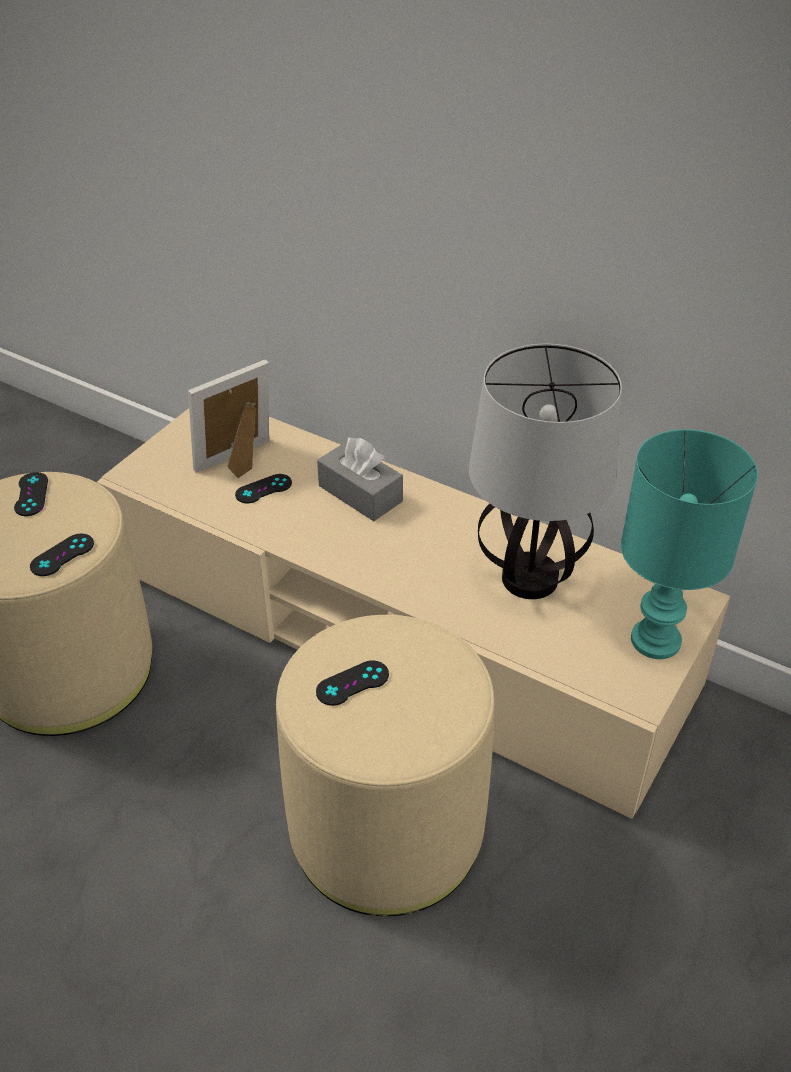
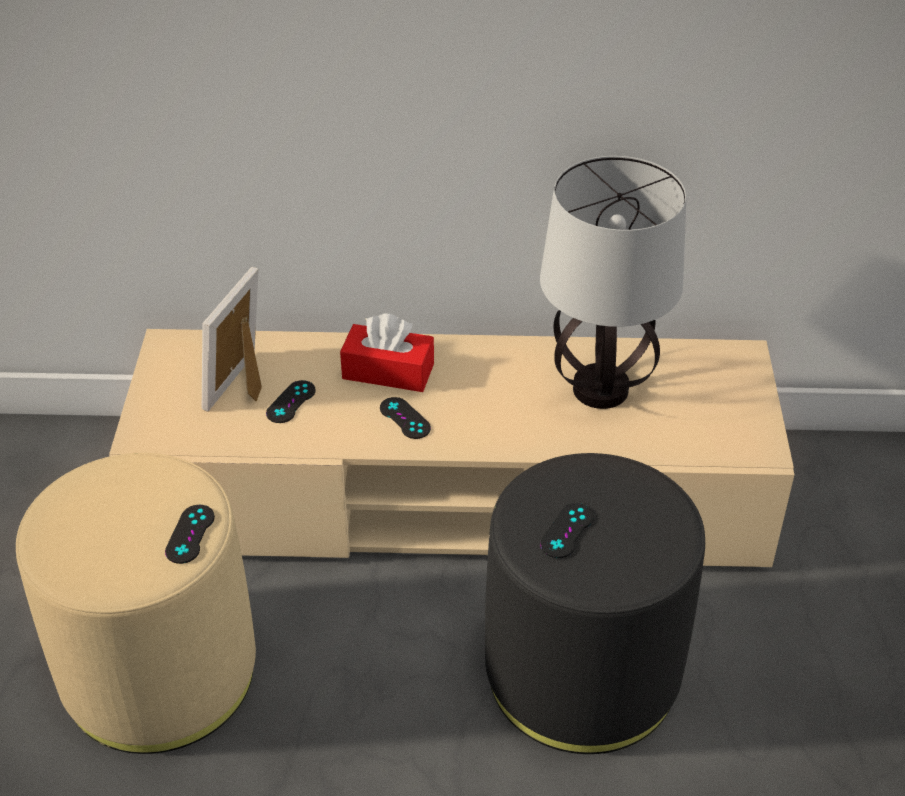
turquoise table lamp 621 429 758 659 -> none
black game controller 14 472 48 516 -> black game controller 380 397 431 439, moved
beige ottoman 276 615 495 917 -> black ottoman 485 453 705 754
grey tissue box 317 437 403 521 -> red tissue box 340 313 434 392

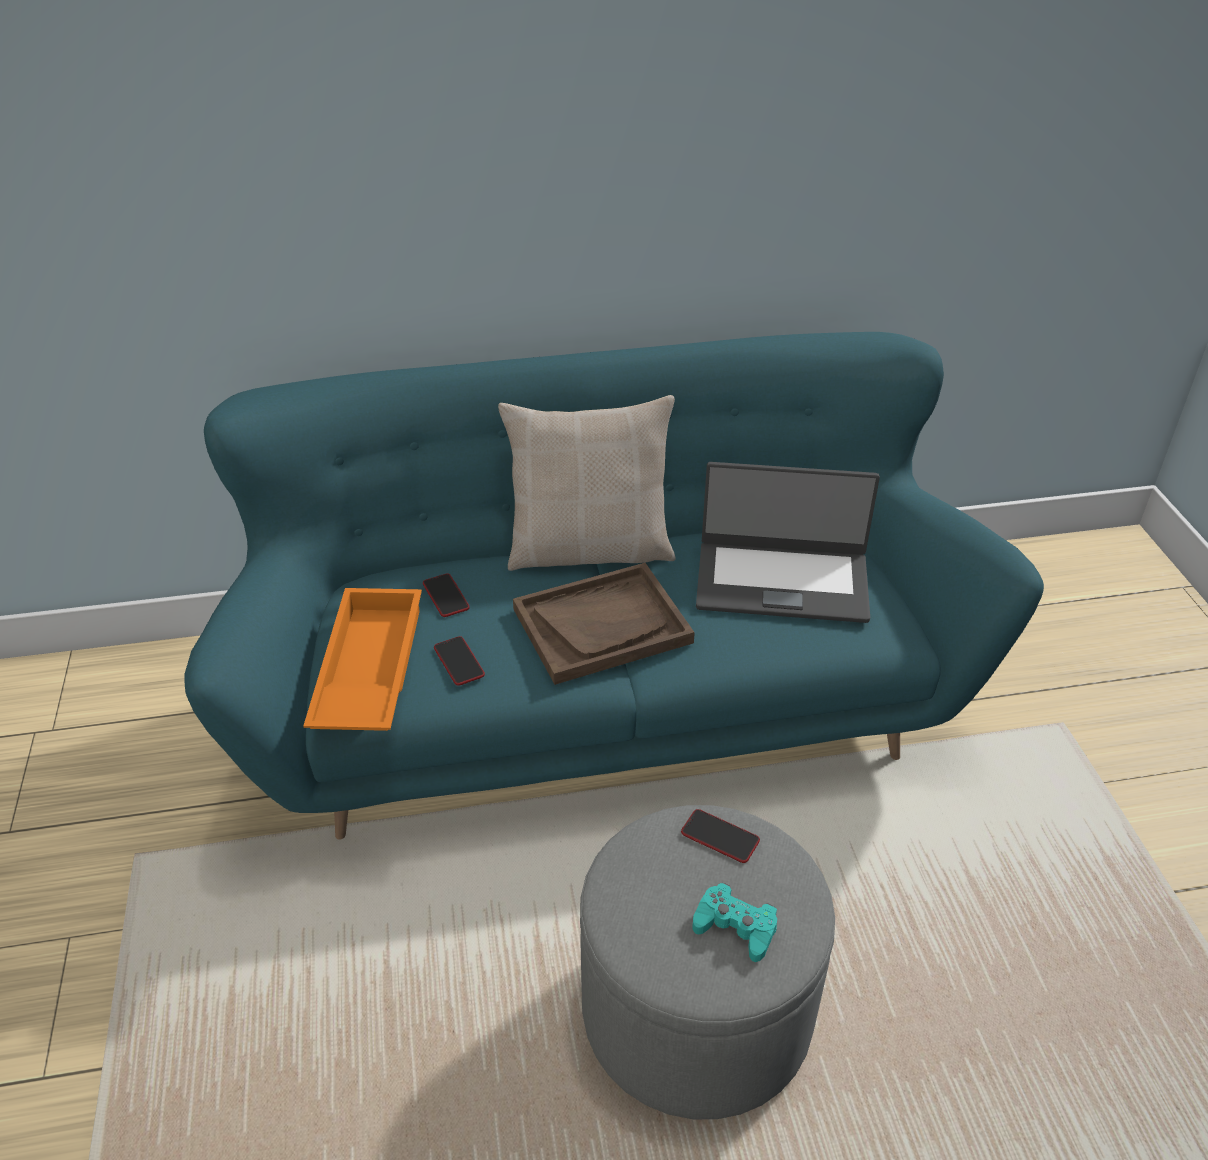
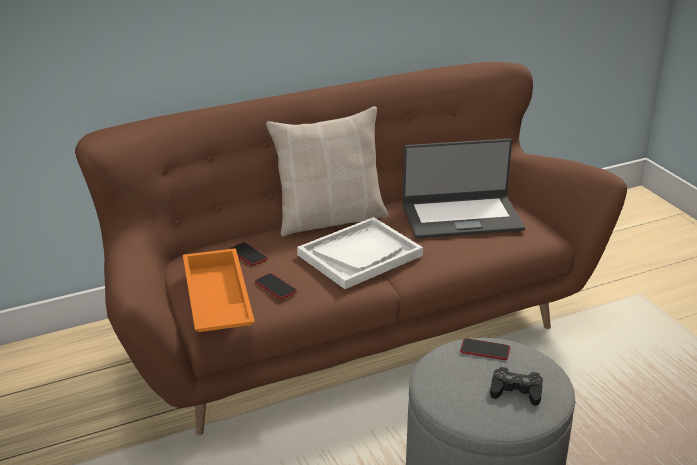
turquoise sofa 184 332 1044 840 -> brown sofa 75 62 627 435
brown tray 513 563 695 685 -> white tray 297 217 423 289
turquoise game controller 692 883 777 962 -> black game controller 490 367 543 406

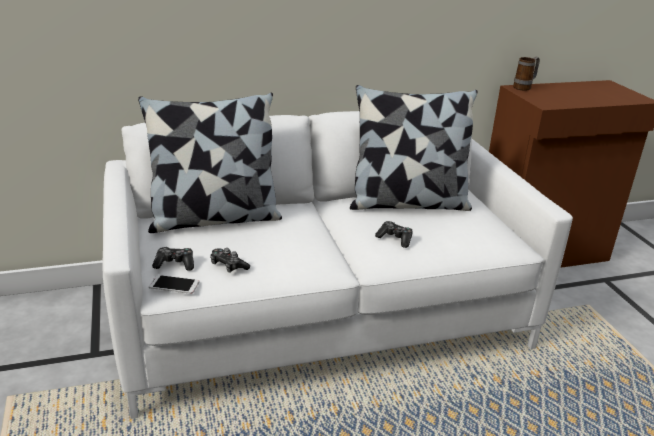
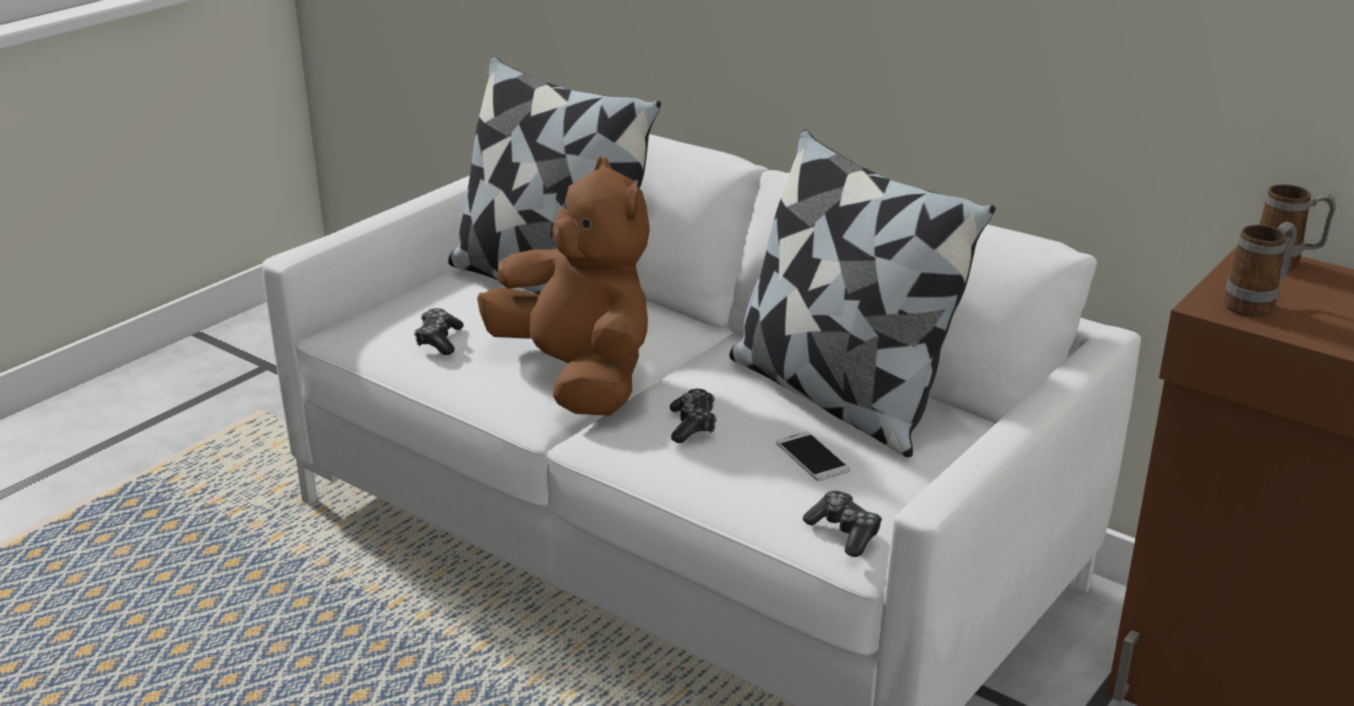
none -> brown plush toy 477 157 650 416
none -> mug 1224 222 1297 317
phone 149 275 199 294 -> phone 776 431 850 481, moved
game controller 152 247 194 271 -> game controller 803 491 882 557, moved

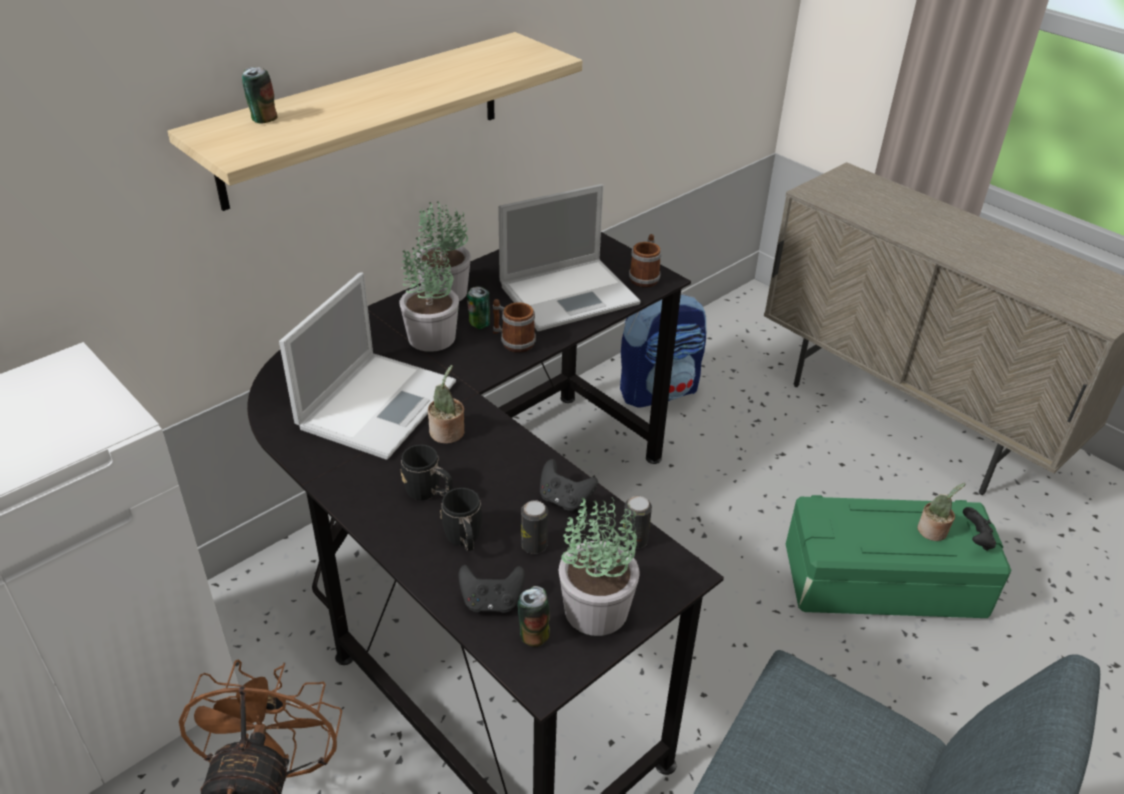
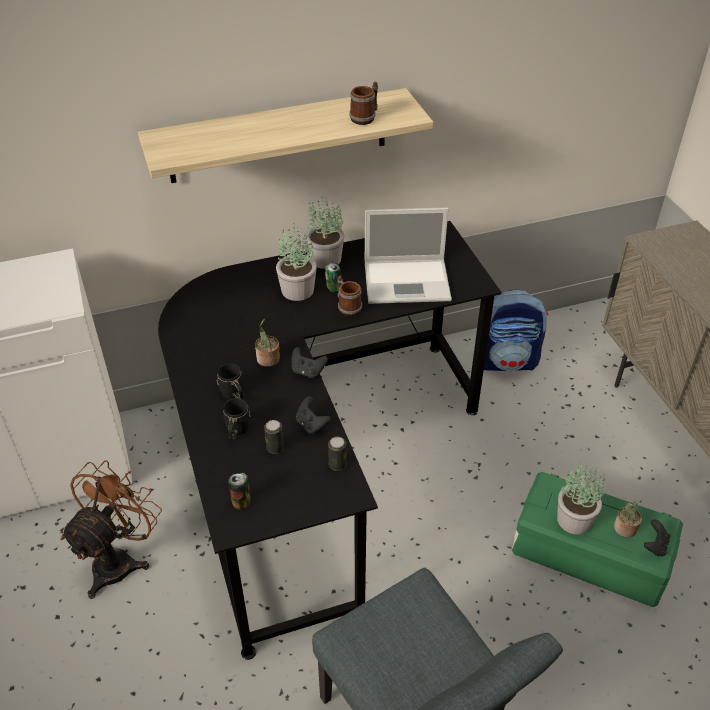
can 242 67 277 124 -> none
laptop 279 272 456 460 -> none
black game controller 458 565 525 613 -> black game controller 291 347 328 378, moved
potted plant 558 497 640 636 -> potted plant 557 462 605 534, moved
mug 629 234 661 288 -> mug 349 82 378 125, moved

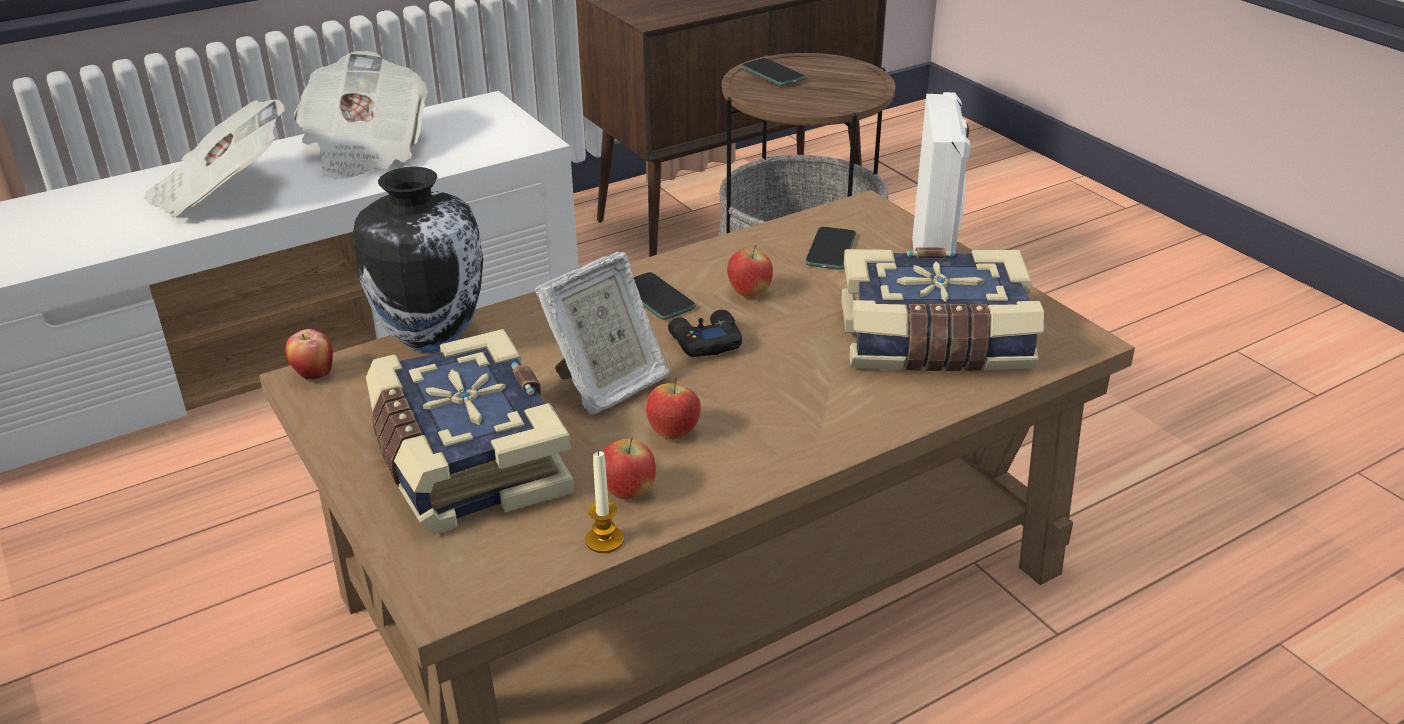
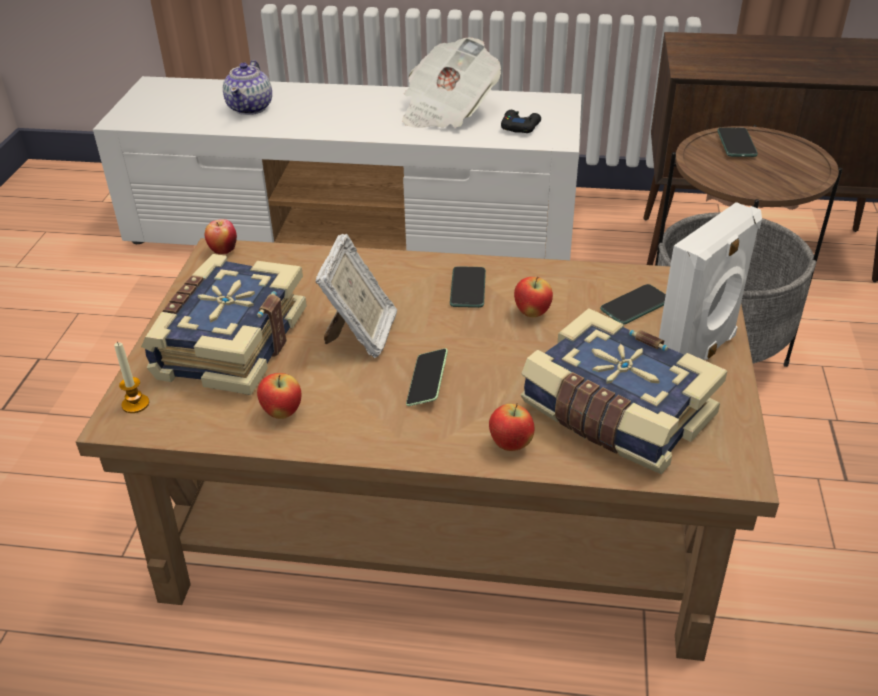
newspaper 144 99 285 217 -> none
vase 353 167 483 353 -> none
none -> teapot 223 60 272 115
none -> phone 406 348 448 406
candle 585 450 624 553 -> candle 114 342 149 413, moved
apple 646 377 701 440 -> apple 489 403 534 451, moved
black game controller 668 310 742 357 -> black game controller 501 110 541 133, moved
picture frame 535 251 670 415 -> picture frame 315 234 397 358, 75 degrees counterclockwise

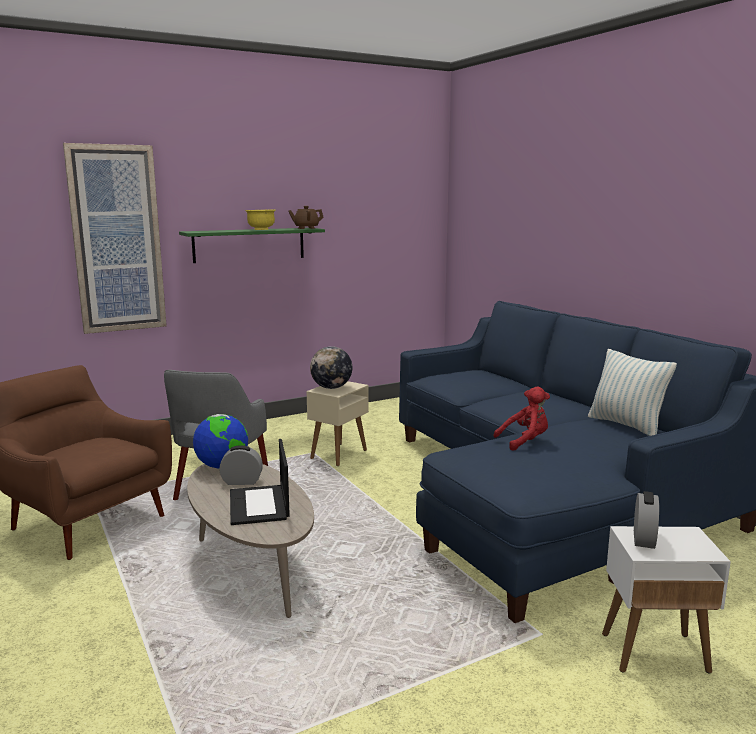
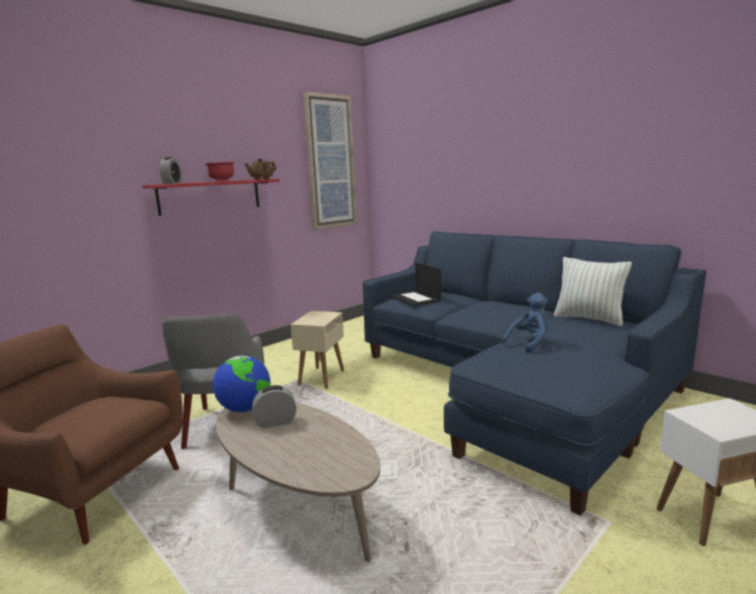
globe 310 346 352 389 -> none
picture 63 143 167 334 -> picture 302 91 357 230, moved
laptop 230 439 290 525 -> laptop 390 262 441 306, moved
alarm clock 634 491 659 549 -> alarm clock 159 157 182 184, moved
green shelf 179 228 325 263 -> red shelf 142 179 280 216
yellow bowl 245 210 275 230 -> red bowl 205 162 235 182
red plush toy 493 386 550 450 -> blue plush toy 502 293 549 353

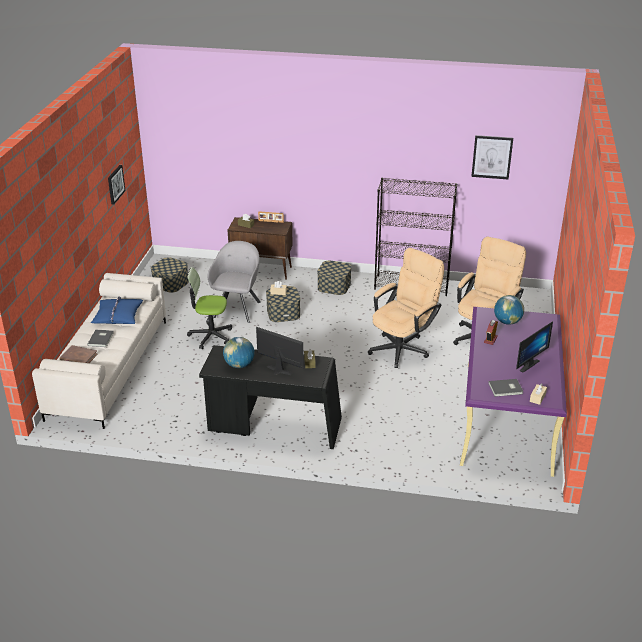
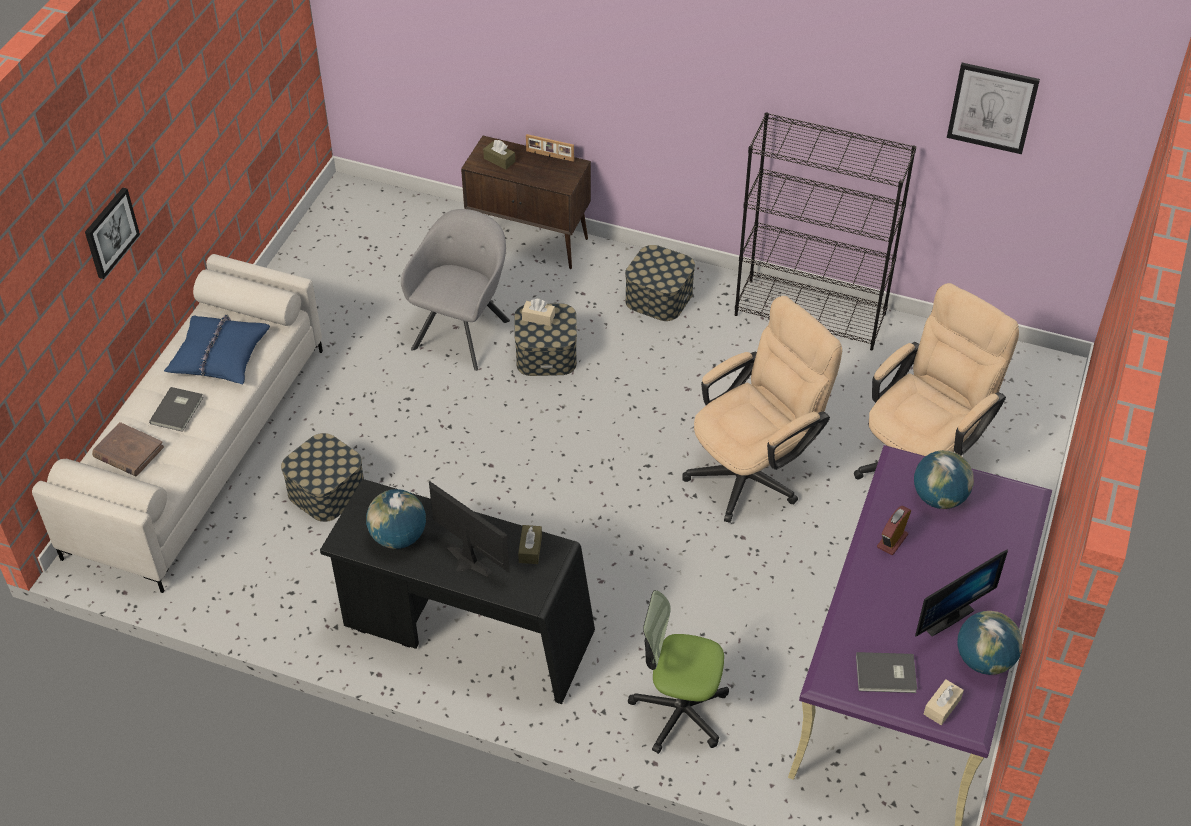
none -> globe 957 611 1023 675
picture 108 165 126 205 -> picture 85 187 140 279, moved
storage box 151 257 189 293 -> storage box 281 433 364 522, moved
office chair 187 267 232 349 -> office chair 628 590 729 754, moved

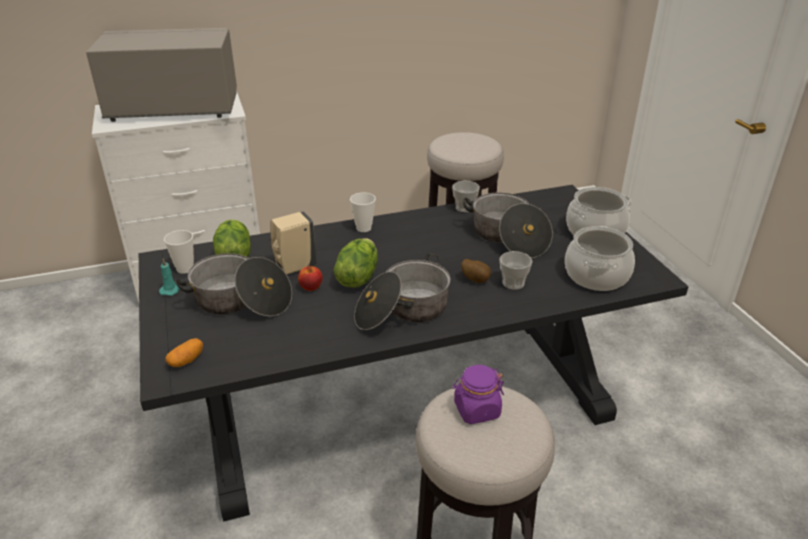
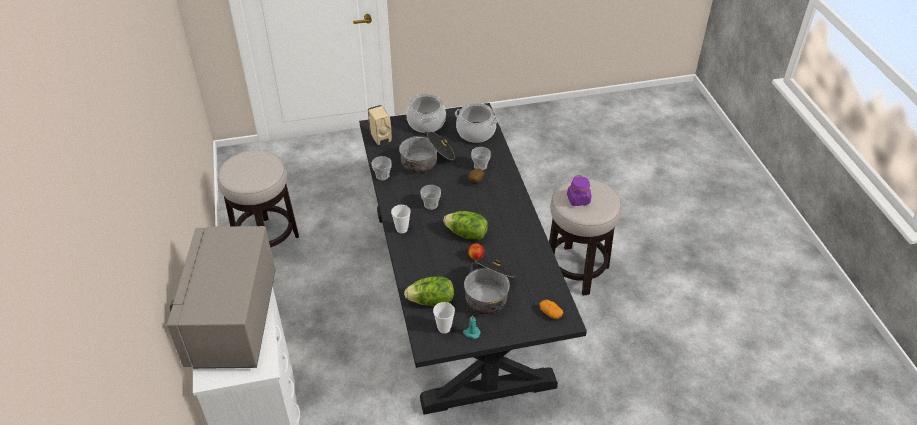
cooking pot 354 253 451 330 -> none
none -> cup 420 185 441 210
beige soap dispenser 270 211 317 275 -> beige soap dispenser 368 105 392 146, moved

